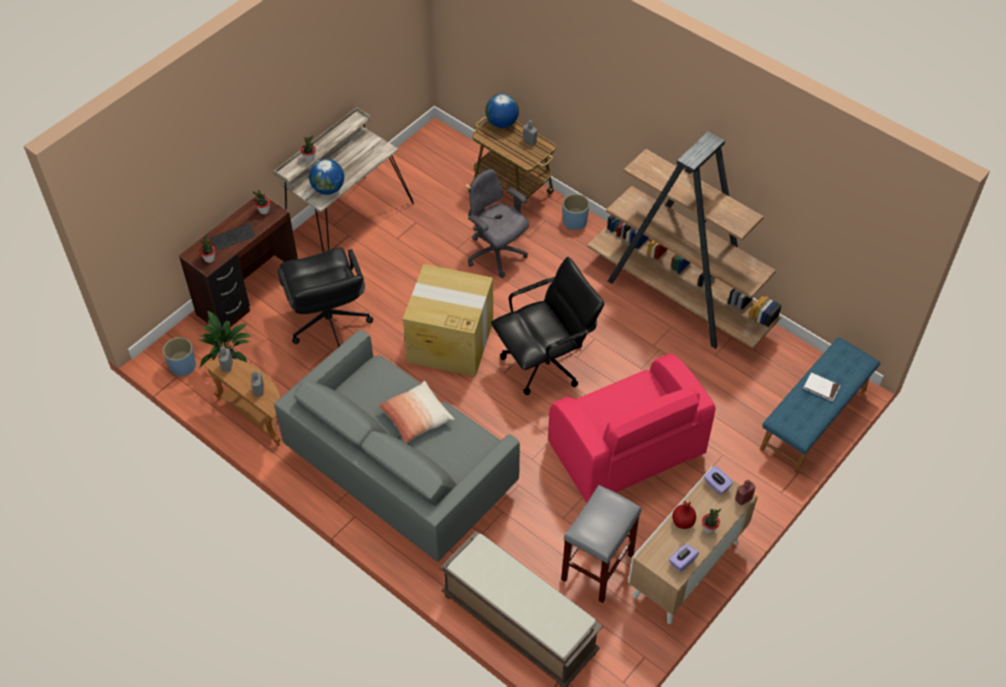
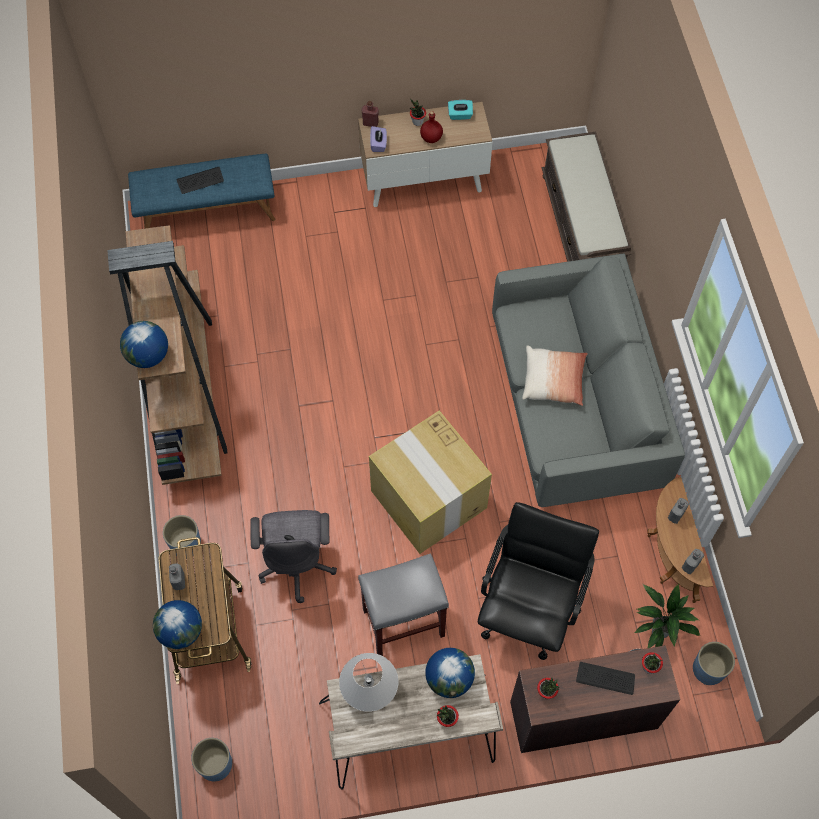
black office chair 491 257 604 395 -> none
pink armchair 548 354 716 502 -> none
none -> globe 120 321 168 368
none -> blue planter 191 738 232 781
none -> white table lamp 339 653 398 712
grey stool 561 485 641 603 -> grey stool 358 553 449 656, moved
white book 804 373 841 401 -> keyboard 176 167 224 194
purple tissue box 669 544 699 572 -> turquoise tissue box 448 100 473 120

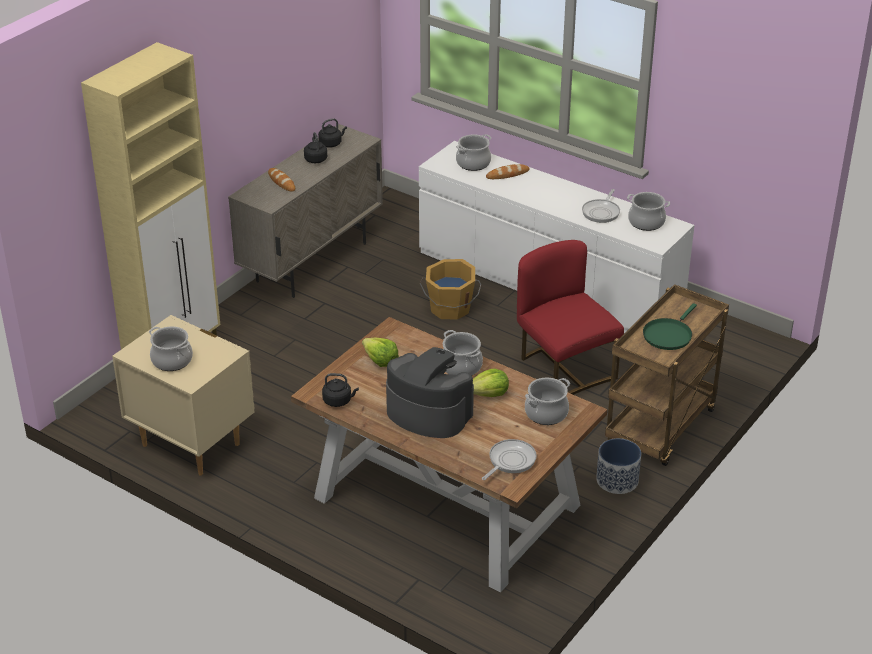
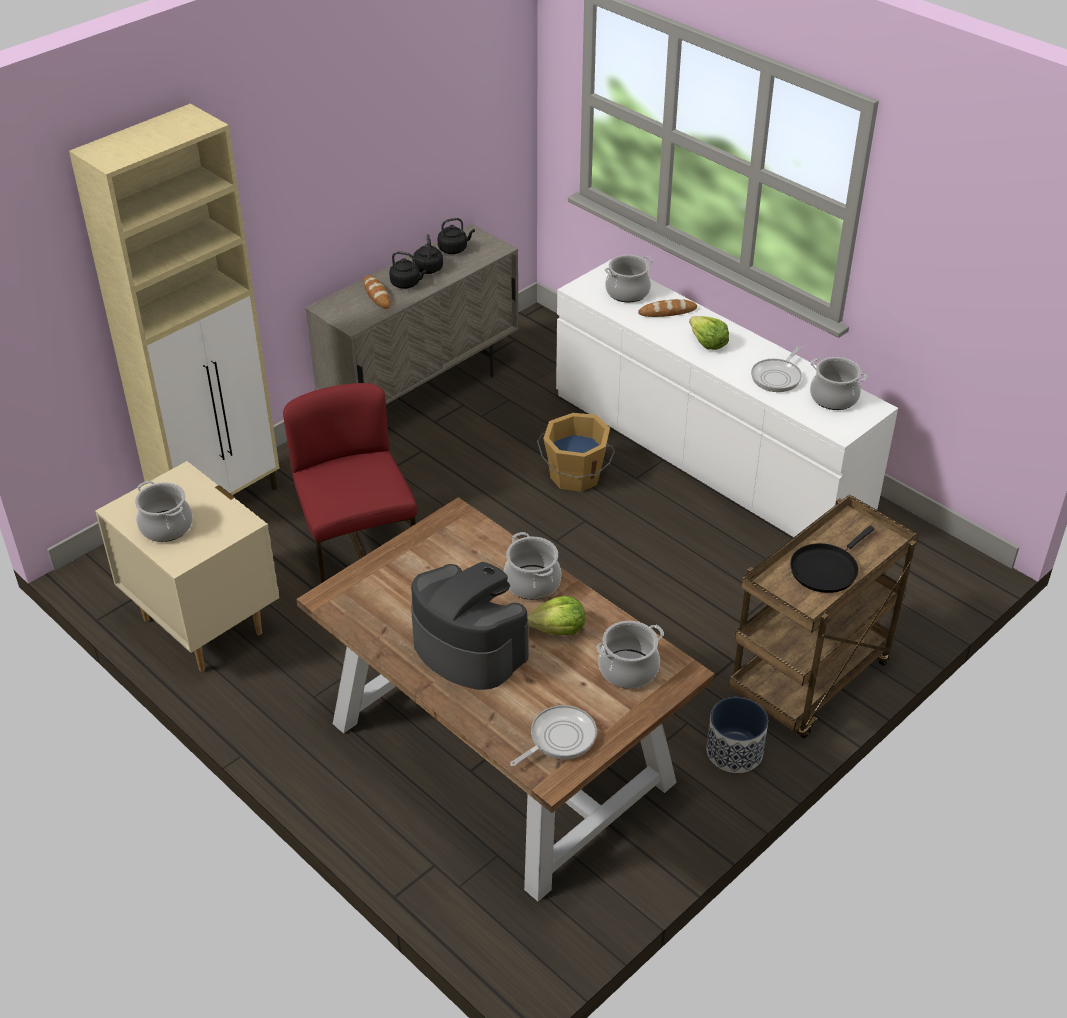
black kettle 322 373 359 407 -> black kettle 389 251 426 289, moved
lettuce 362 338 399 367 -> lettuce 689 316 729 350, moved
red chair 517 240 624 395 -> red chair 283 383 417 583, moved
green frying pan 643 303 697 350 -> black frying pan 790 526 874 593

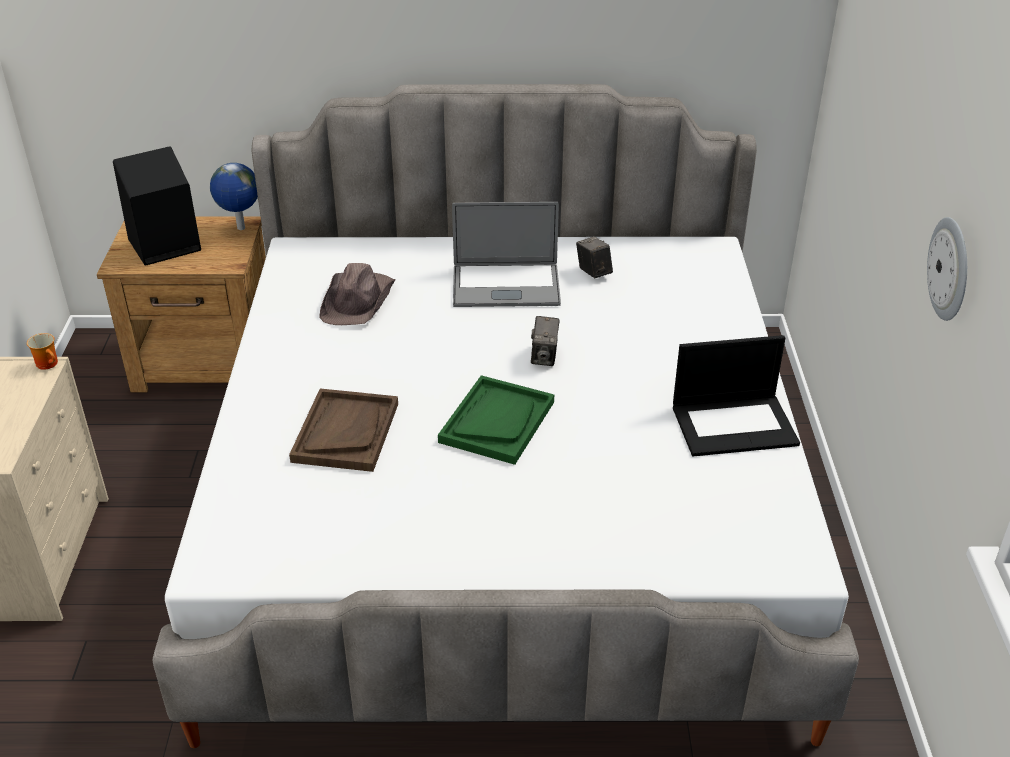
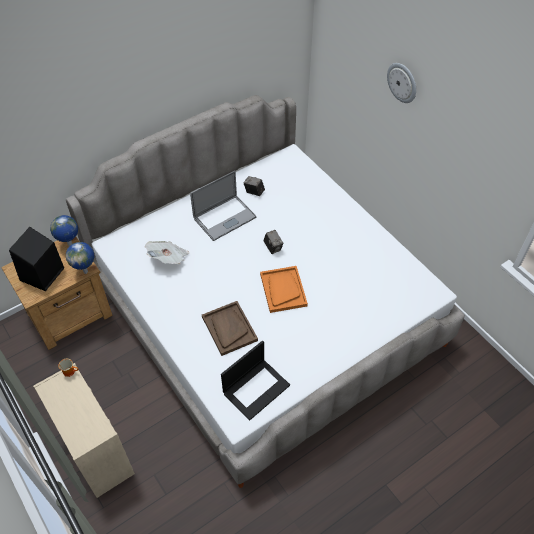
none -> globe 66 242 94 274
laptop 673 335 800 456 -> laptop 221 340 290 421, moved
wall clock 927 217 967 321 -> wall clock 387 63 416 103, moved
brown hat 319 263 395 325 -> newspaper 145 241 189 264
green tray 438 375 554 465 -> orange tray 260 266 308 313

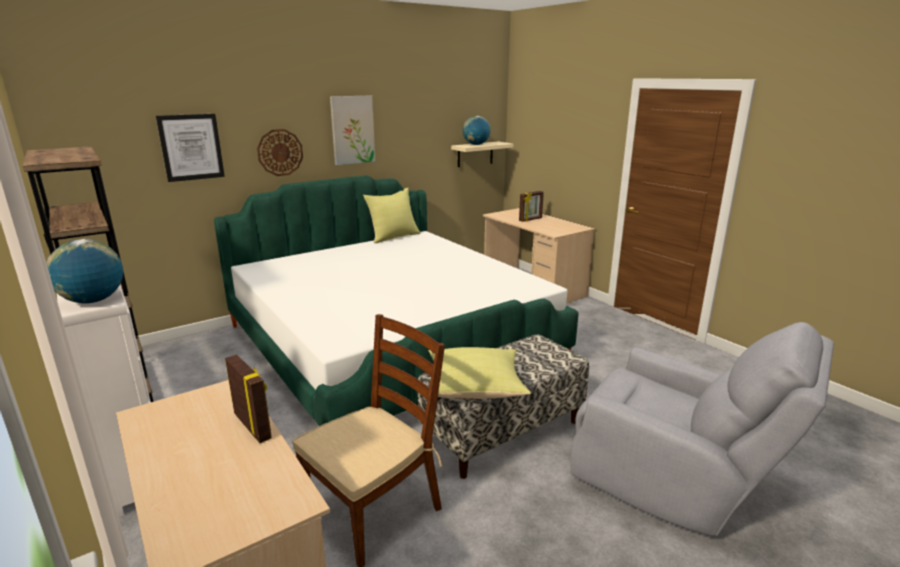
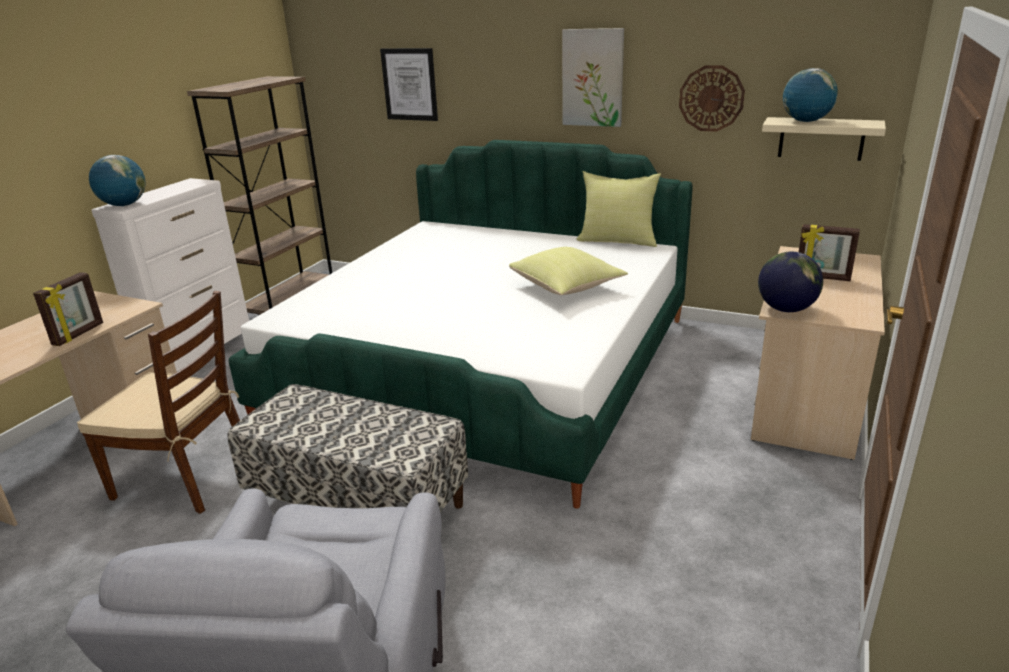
none -> globe 758 252 823 312
wall clock 257 129 303 176 -> wall clock 679 65 745 132, moved
yellow pillow 429 347 531 399 -> yellow pillow 509 247 628 295, moved

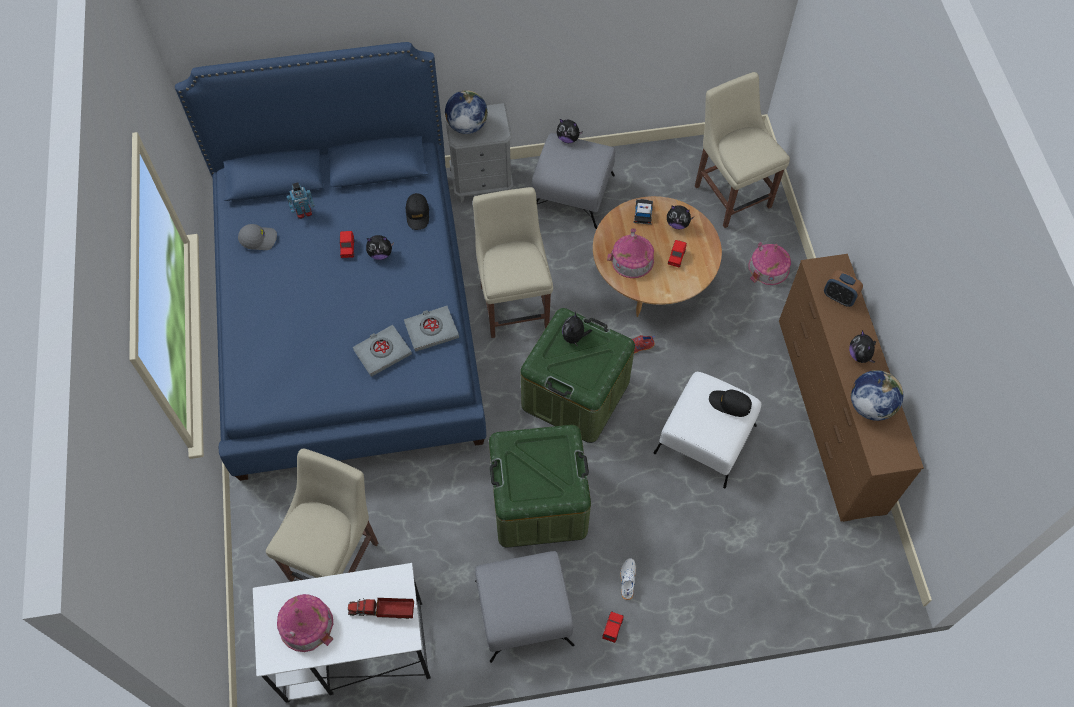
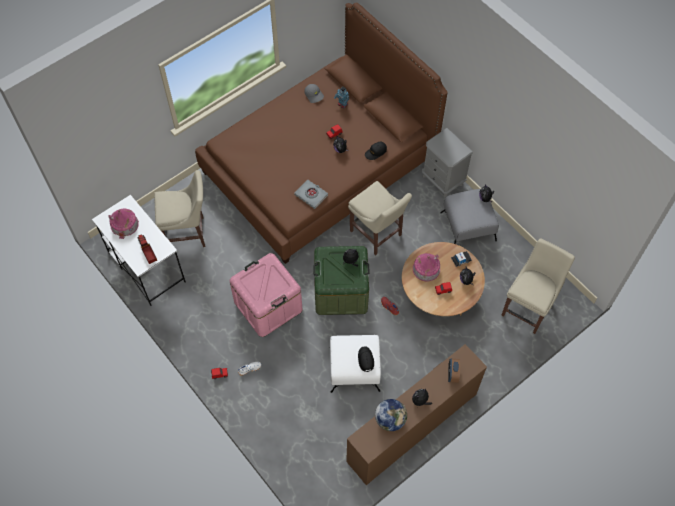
grey book 353 325 412 376 -> none
globe 445 90 488 134 -> none
grey ottoman 475 551 574 663 -> none
toy house 748 242 791 285 -> none
blue bed 175 42 486 481 -> brown bed 195 3 448 264
green storage box 489 425 591 548 -> pink storage box 230 253 302 337
beige chair 473 187 553 338 -> beige chair 348 181 412 256, 90 degrees clockwise

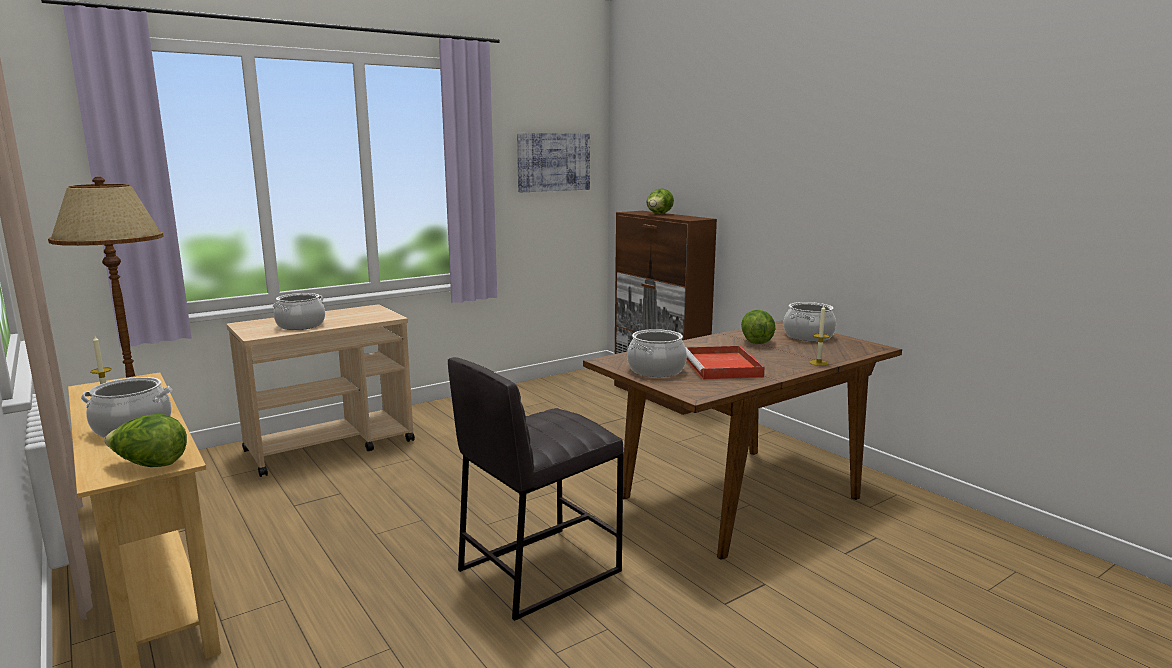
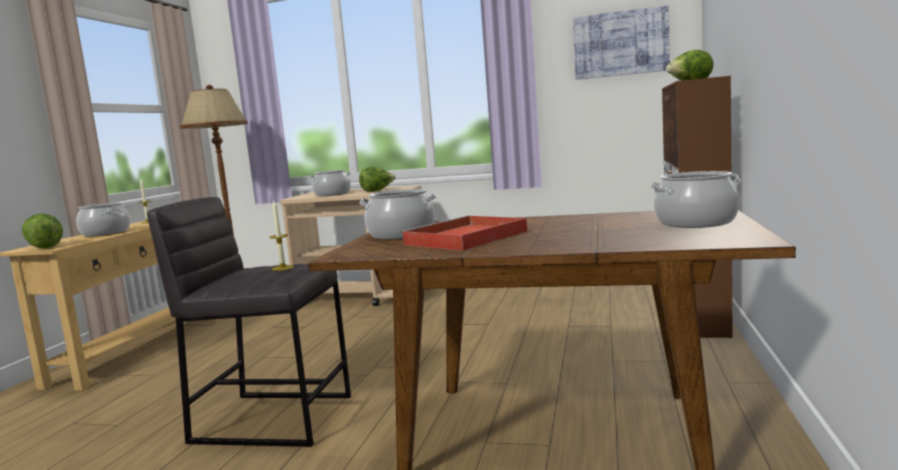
lettuce 741 310 775 344 -> lettuce 359 167 395 192, moved
candle 809 305 830 366 -> candle 269 201 294 271, moved

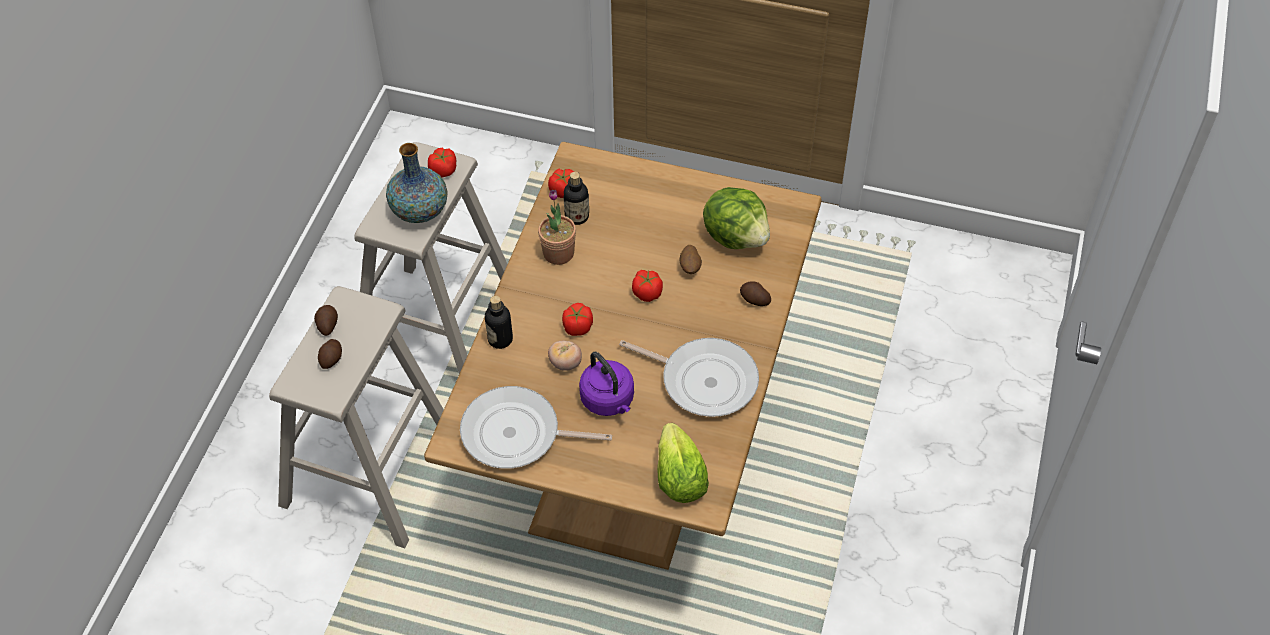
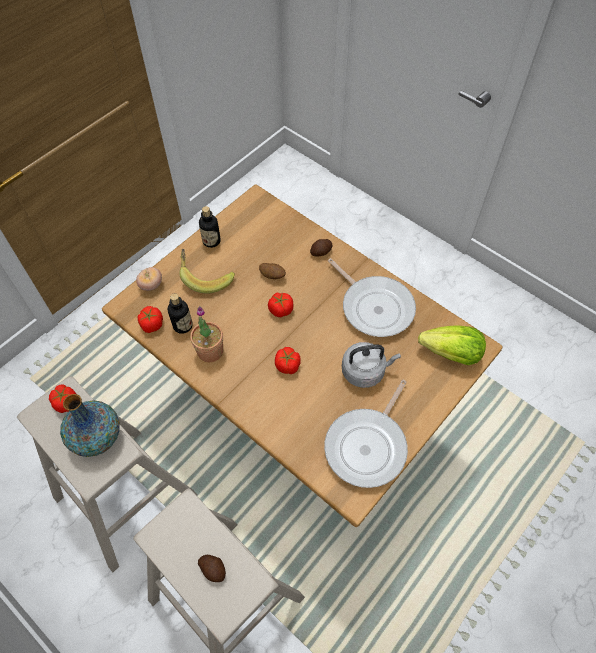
potato 314 305 338 336 -> none
lettuce 703 187 770 249 -> none
none -> banana 179 249 235 294
bottle 485 296 513 349 -> bottle 199 206 221 248, moved
tomato 548 340 582 371 -> tomato 136 267 162 291, moved
purple kettle 579 352 634 416 -> grey kettle 342 342 401 388
frying pan 619 338 759 417 -> frying pan 328 258 416 337, 90 degrees clockwise

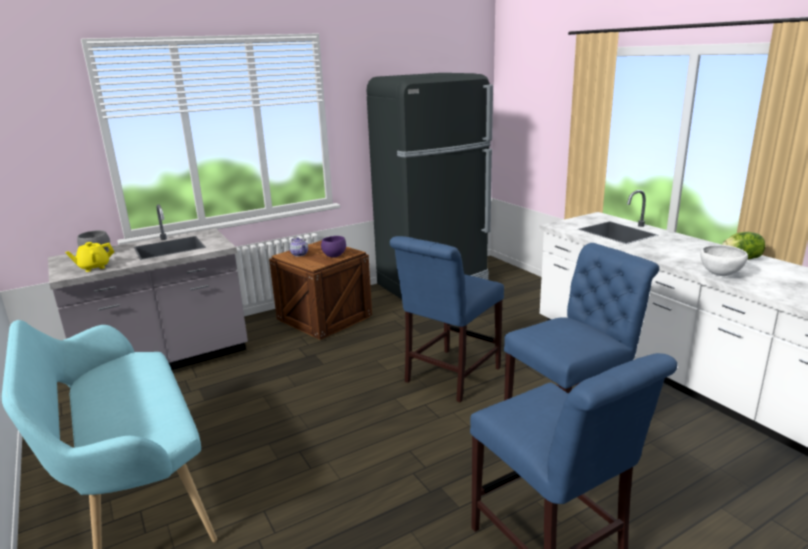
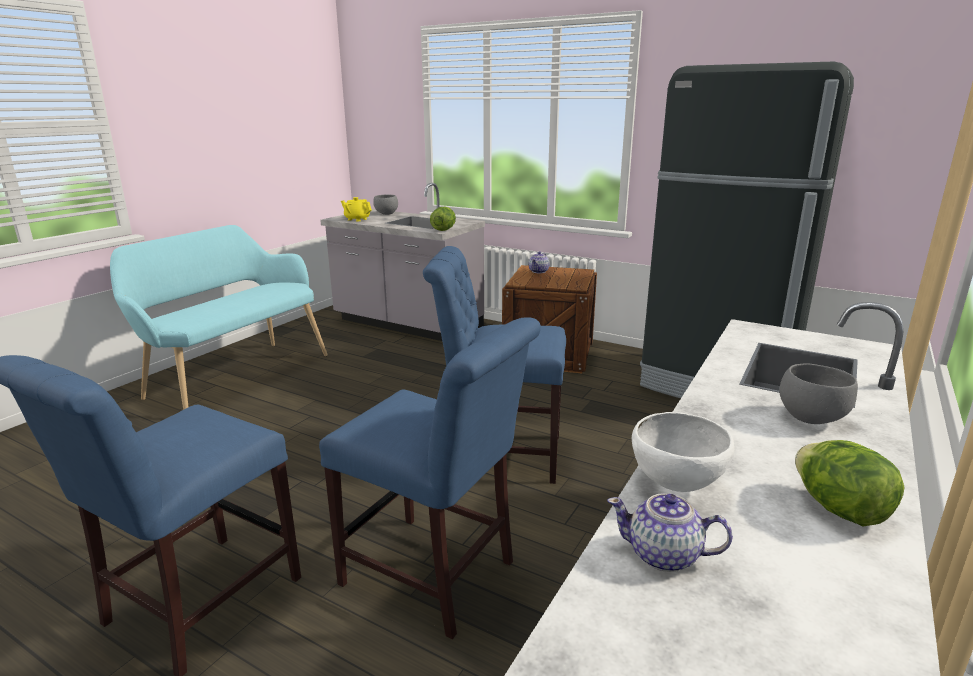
purple bowl 321 236 346 258 -> none
none -> lettuce 430 207 456 231
none -> teapot 607 493 733 572
none -> grey bowl 779 364 858 424

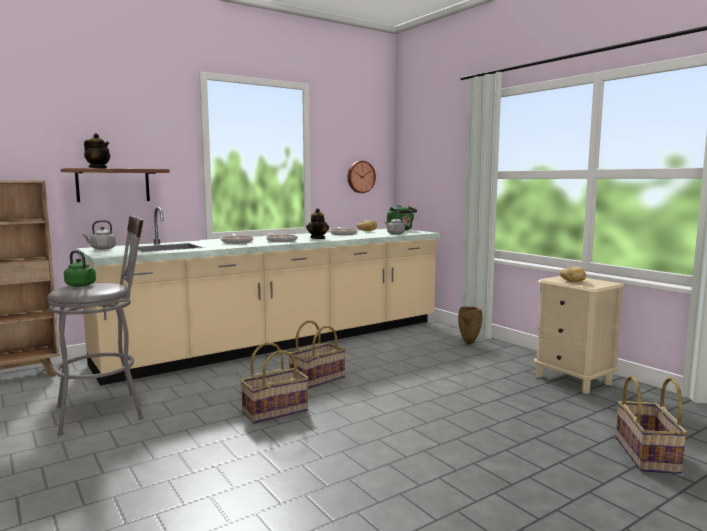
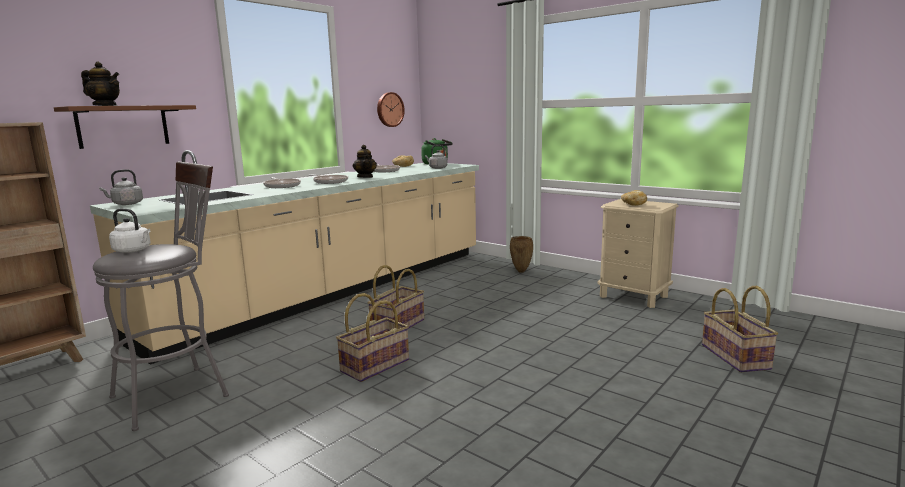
green kettle 64 251 96 287 -> white kettle 109 208 151 253

